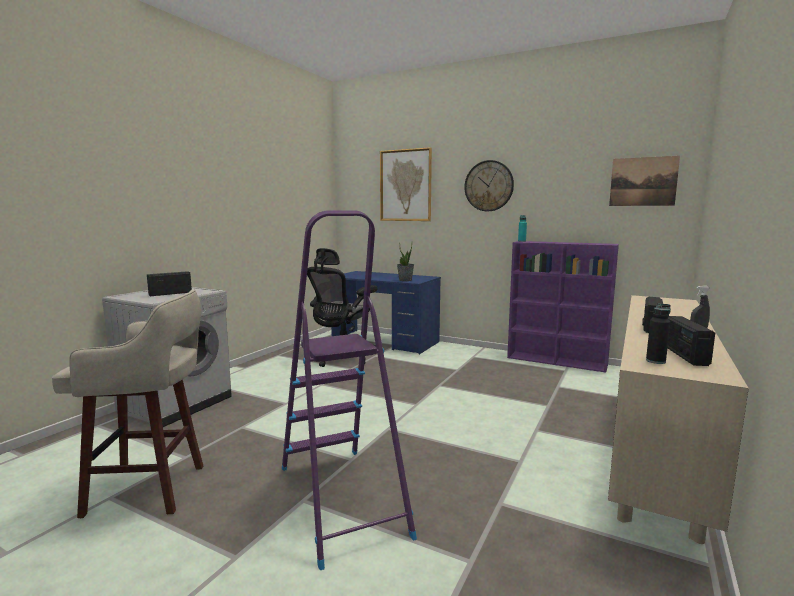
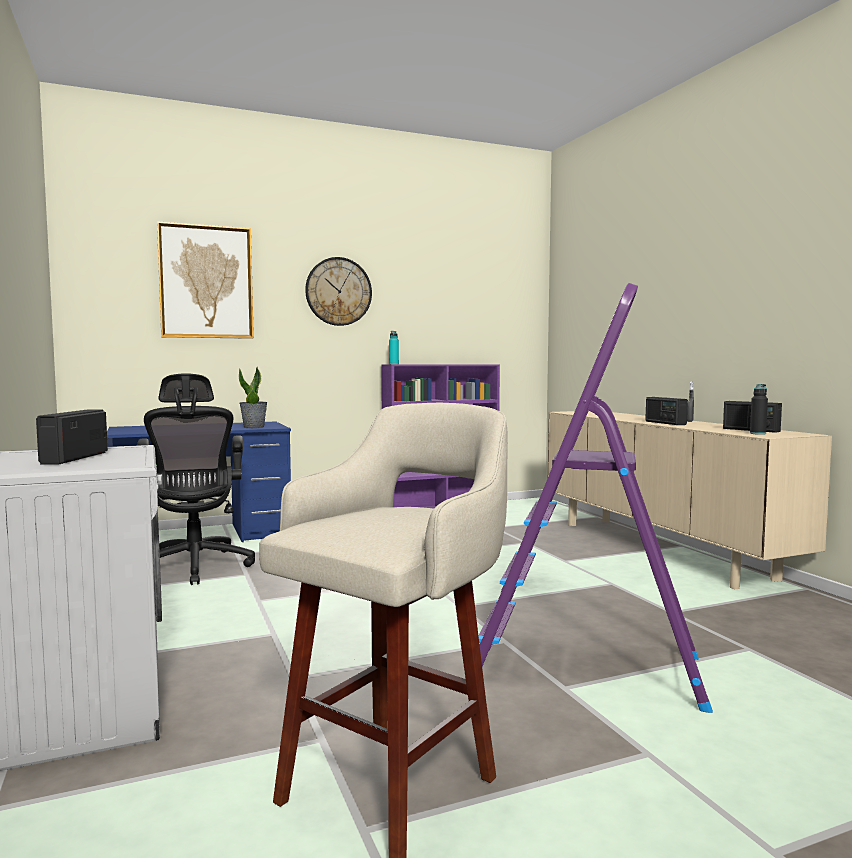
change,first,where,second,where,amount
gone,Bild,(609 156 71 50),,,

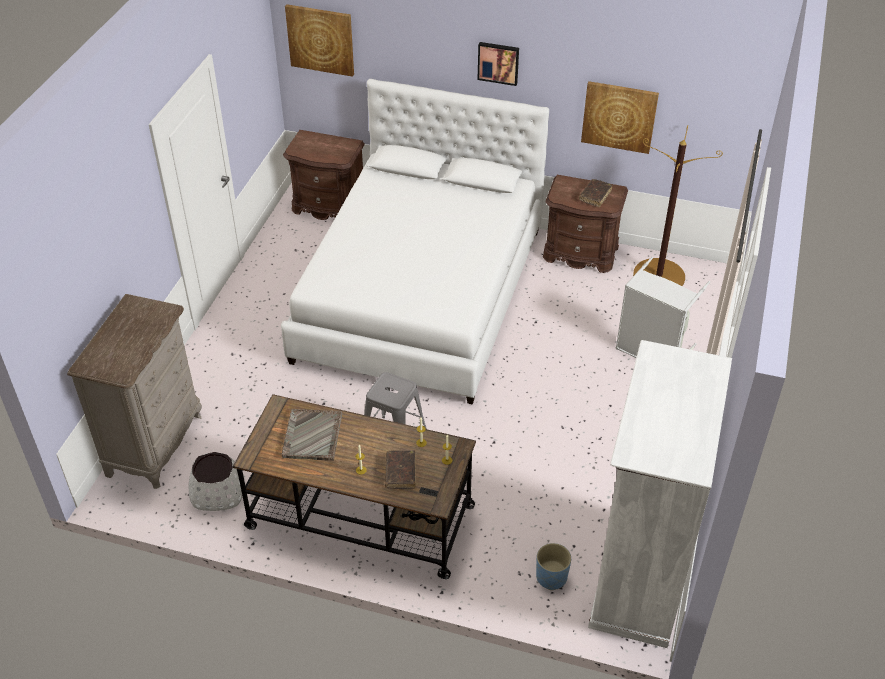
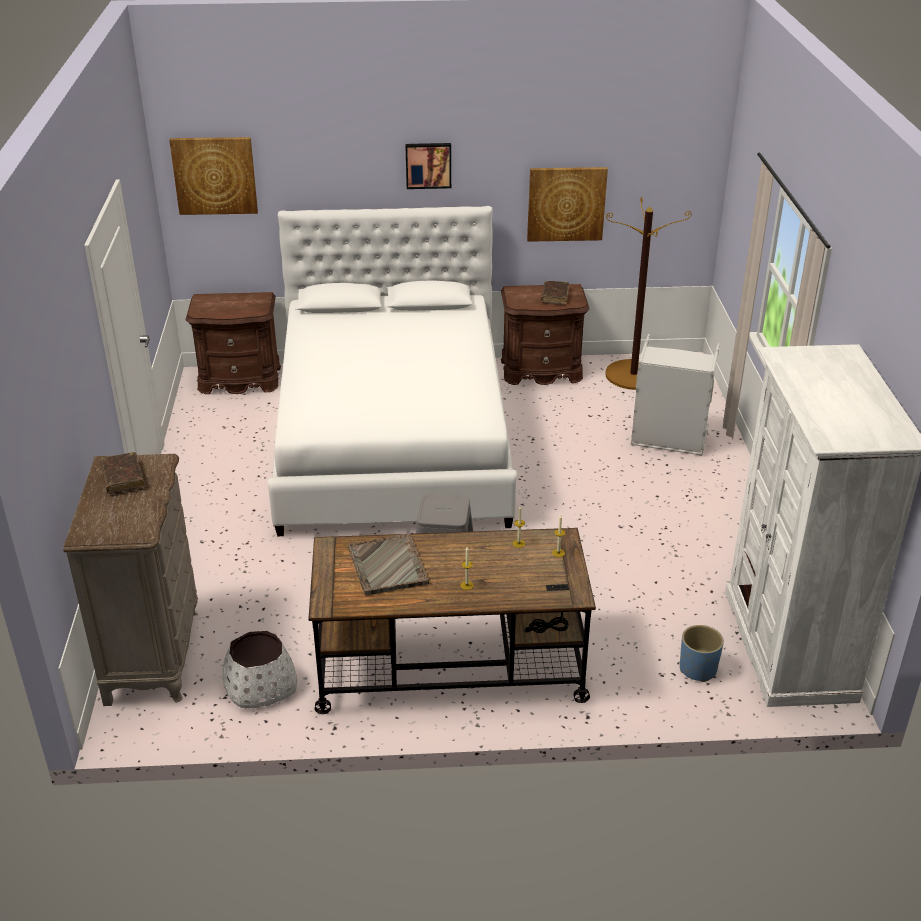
change,first,where,second,where,amount
shifted,Buch (braun),(385 450 31 39),,(100 452 45 42),

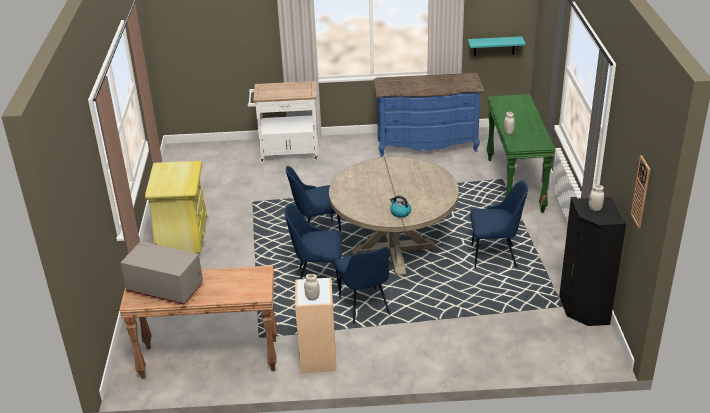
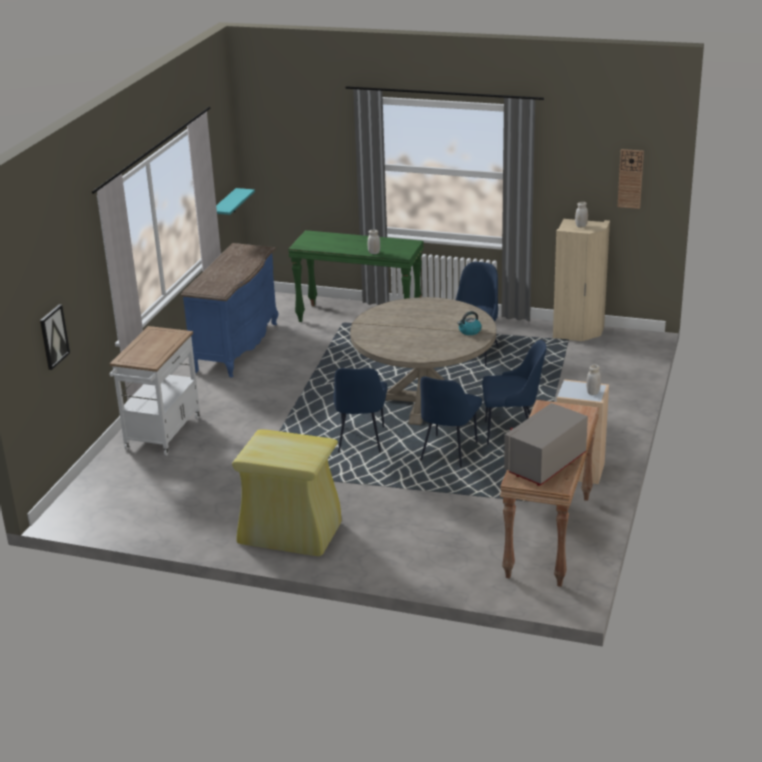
change,first,where,second,where,amount
repainted,Schrank (schwarz),(559 197 67 129),Schrank (beige),(553 219 57 122),
new,,,Bild,(40 304 30 66),

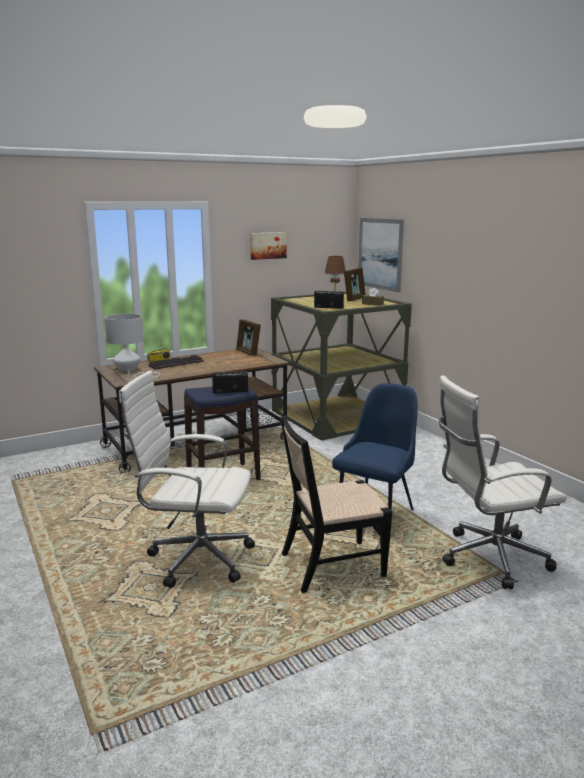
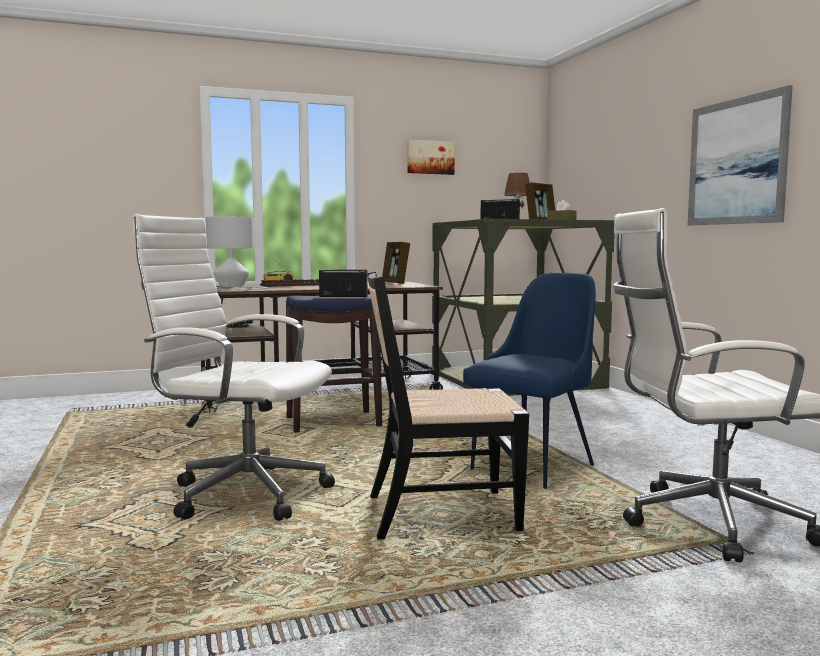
change,first,where,second,where,amount
shifted,Bild,(359 218 45 74),,(688 85 105 141),

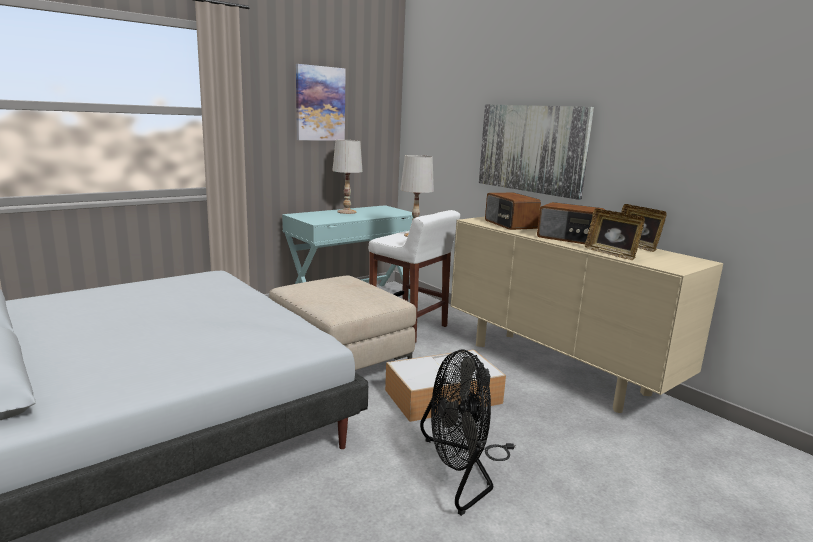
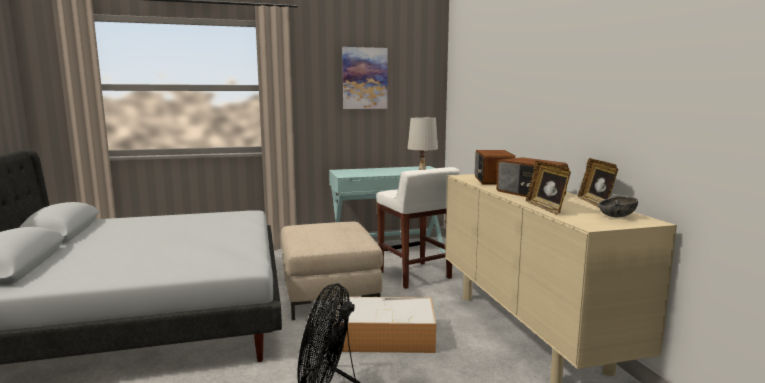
change,first,where,second,where,amount
gone,Tischlampe (weiß),(332 140 31 74),,,
gone,Bild,(479 104 115 96),,,
new,,,Schüssel (grau),(598 194 40 24),

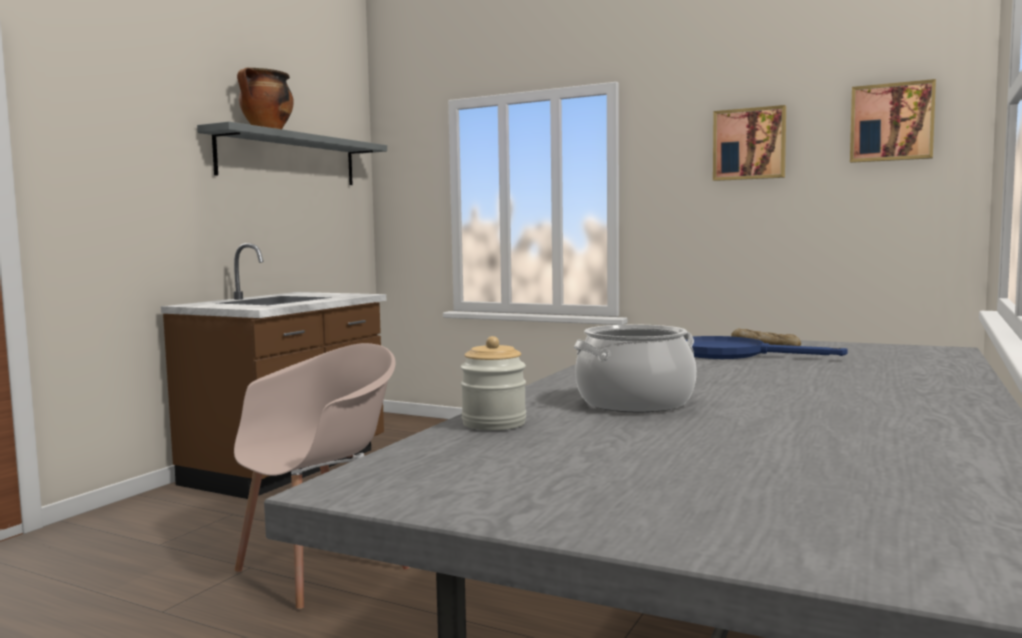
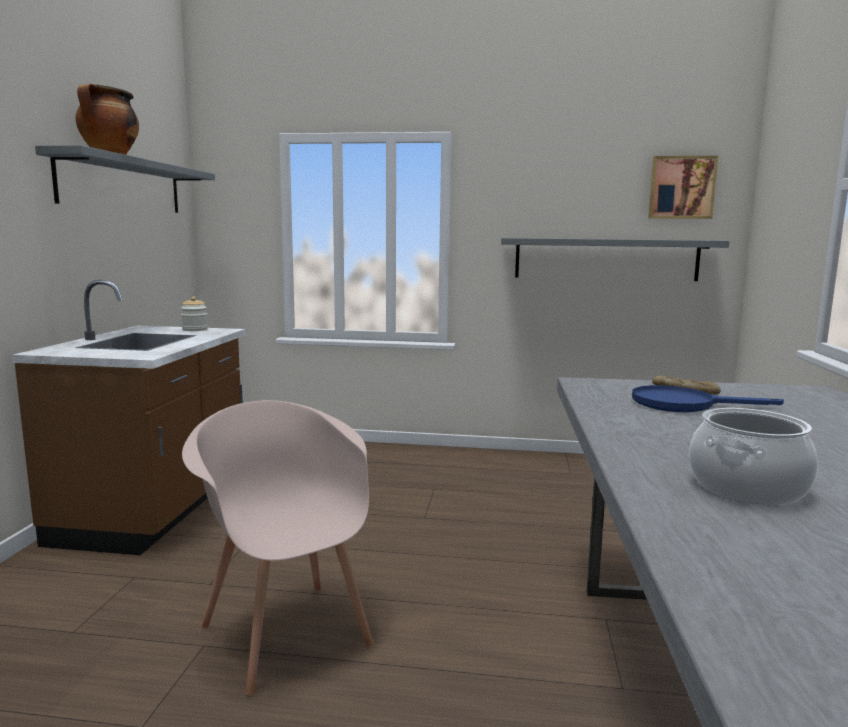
change,first,where,second,where,amount
rotated,Stuhl (beige),(234 343 175 266),,(182 400 191 295),60 degrees counterclockwise
shifted,Vorratsglas,(460 336 66 94),,(181 297 27 34),
gone,Bild,(713 105 73 76),,,
new,,,Wandregal (grau),(501 238 228 43),

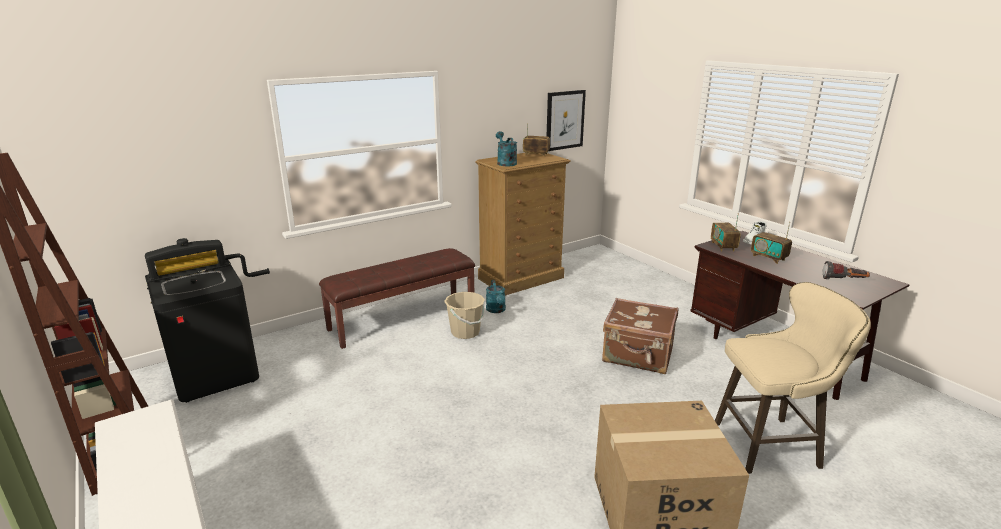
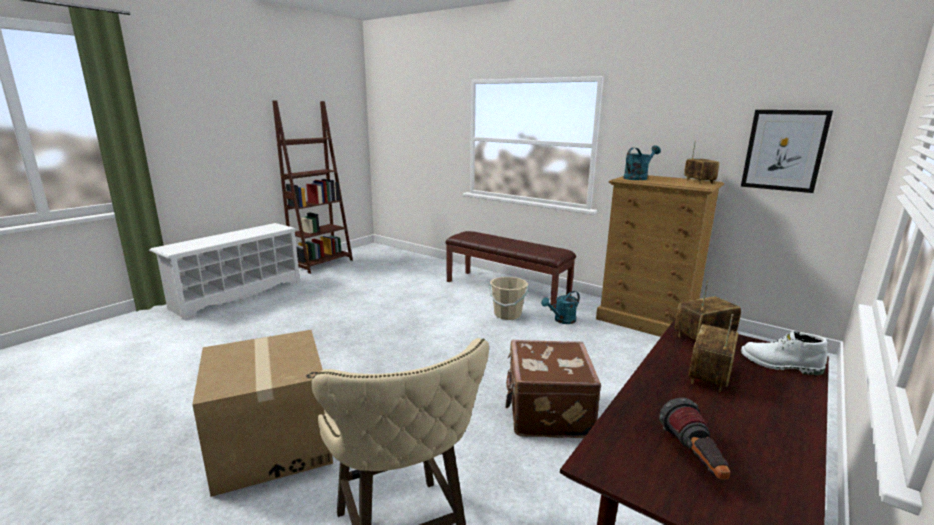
change,first,where,second,where,amount
gone,Waschmaschine (schwarz),(145 238 125 165),,,

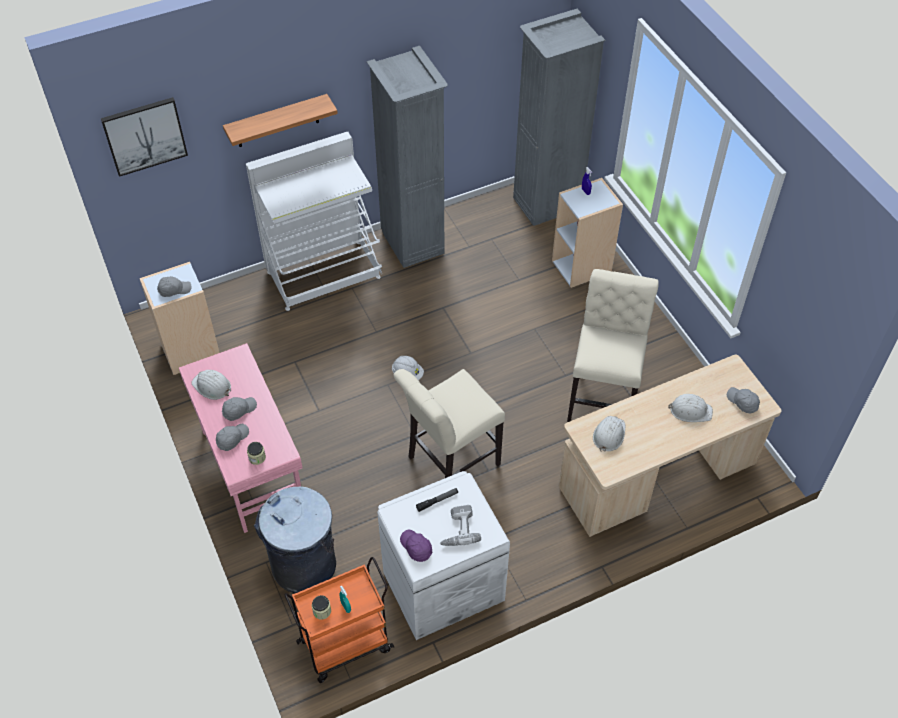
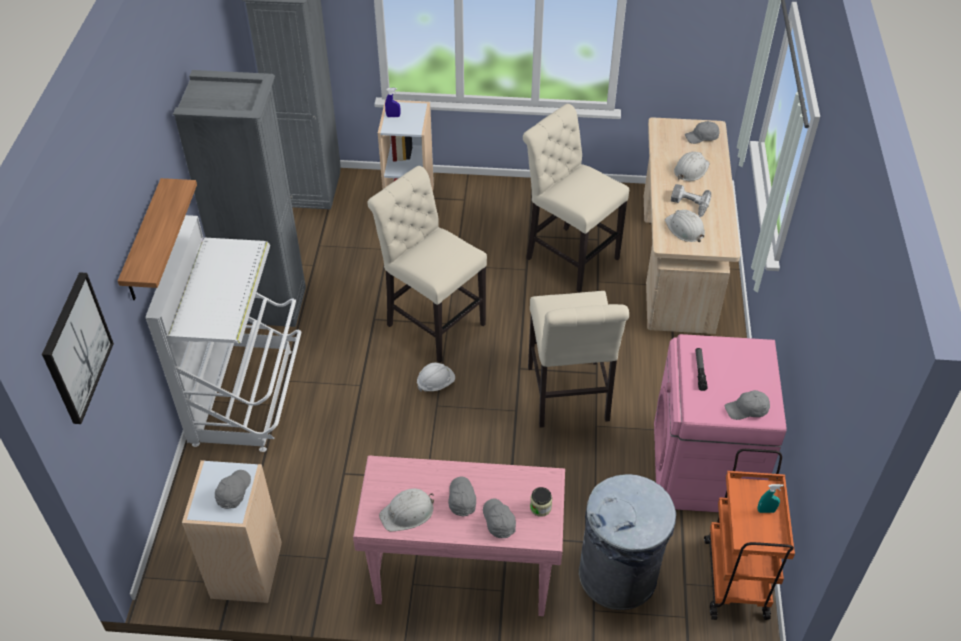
change,first,where,second,where,amount
gone,Vorratsglas,(312 595 19 25),,,
repainted,Waschmaschine (weiß),(377 471 133 169),Waschmaschine (rosa),(654 334 133 178),
repainted,Kappe (lila),(400 530 32 32),Kappe (grau),(725 390 45 30),
shifted,Bohrmaschine,(440 505 41 41),,(671 184 40 33),
new,,,Hocker (beige),(367 166 120 197),

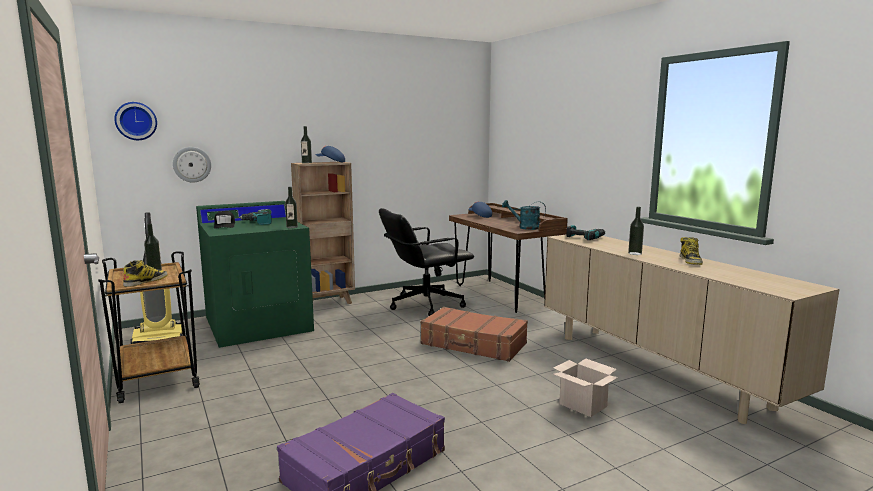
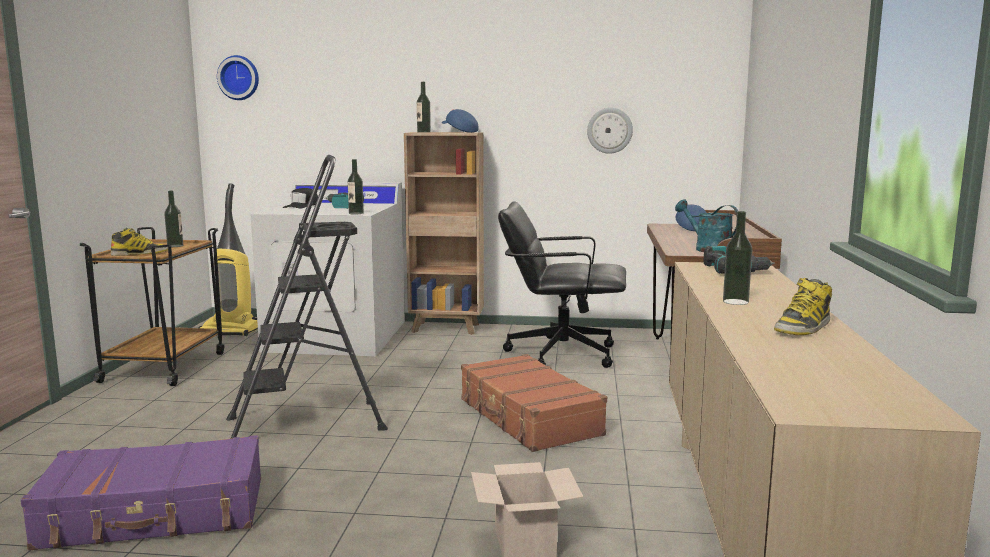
change,first,where,second,where,amount
shifted,Wanduhr,(173 147 38 36),,(587 108 46 46),
repainted,Waschmaschine (grün),(196 201 118 147),Waschmaschine (weiß),(250 182 155 174),
new,,,Trittleiter,(226 155 162 284),

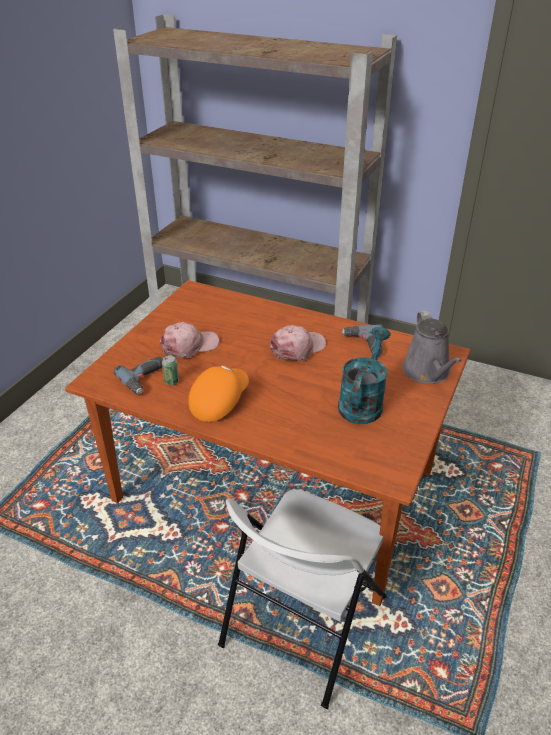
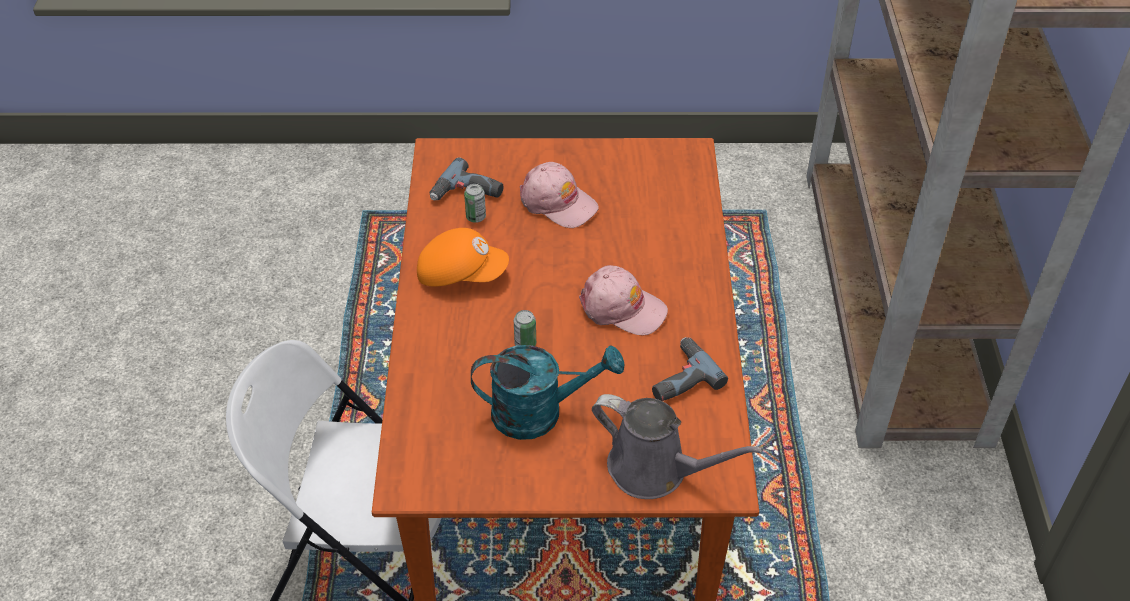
change,first,where,second,where,amount
rotated,Gießkanne (grau),(402 311 59 73),,(592 394 171 105),120 degrees counterclockwise
new,,,Dose,(514 310 22 36),

